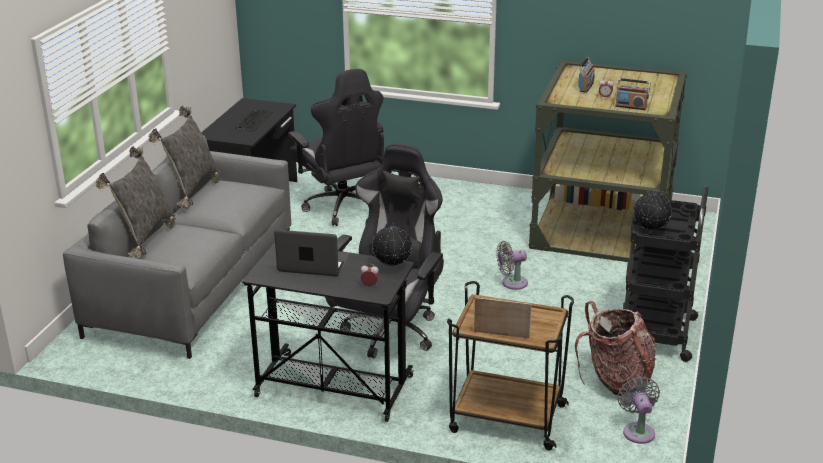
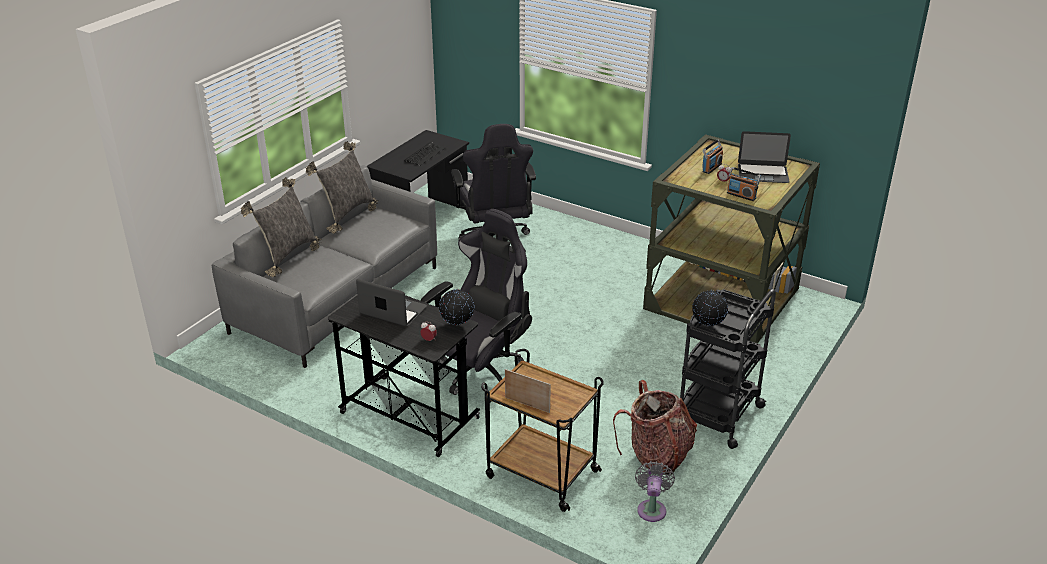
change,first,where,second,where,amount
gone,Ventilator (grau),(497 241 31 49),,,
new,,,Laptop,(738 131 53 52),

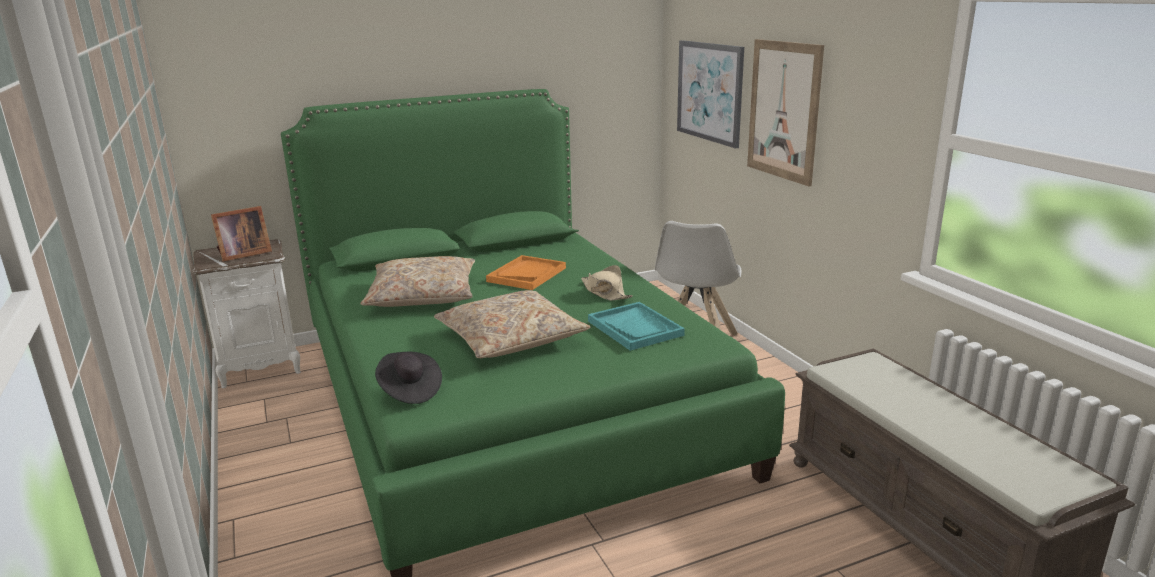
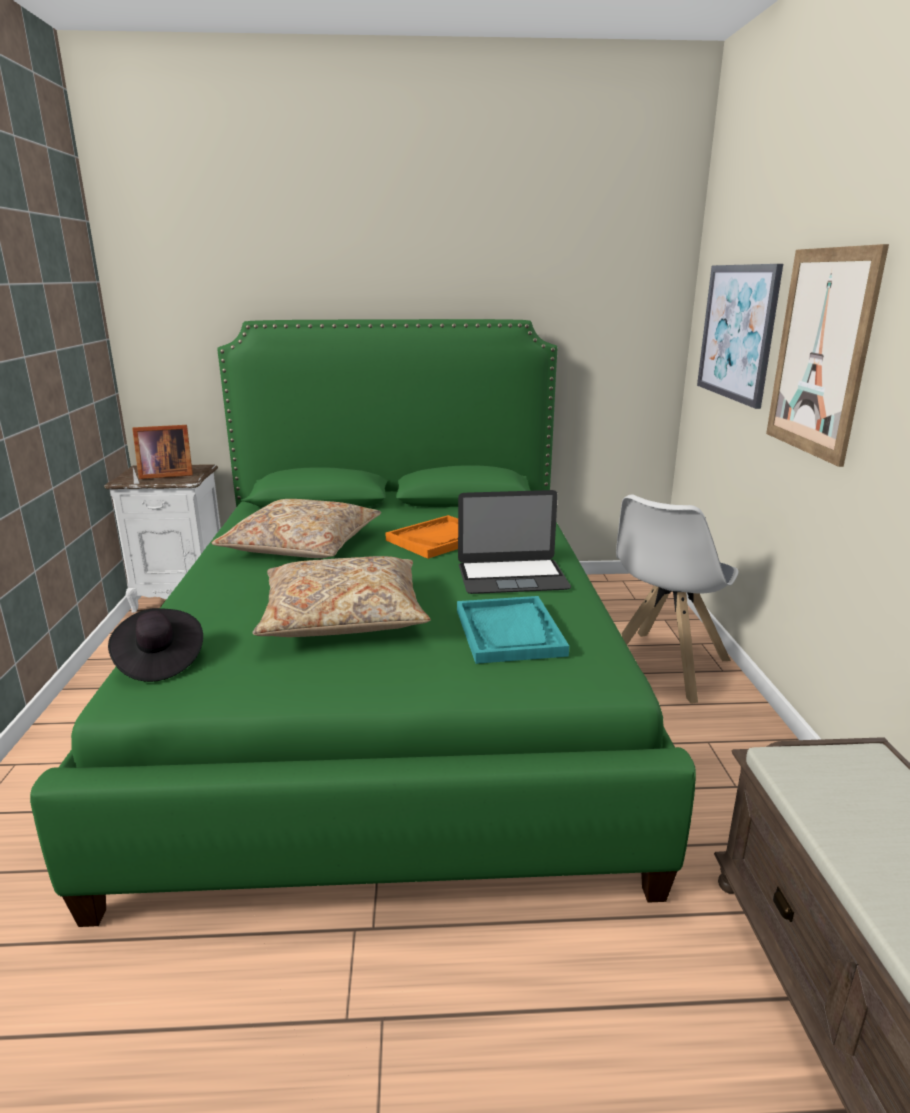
change,first,where,second,where,amount
swapped,Hut (beige),(581 265 52 36),Laptop,(458 490 113 104),

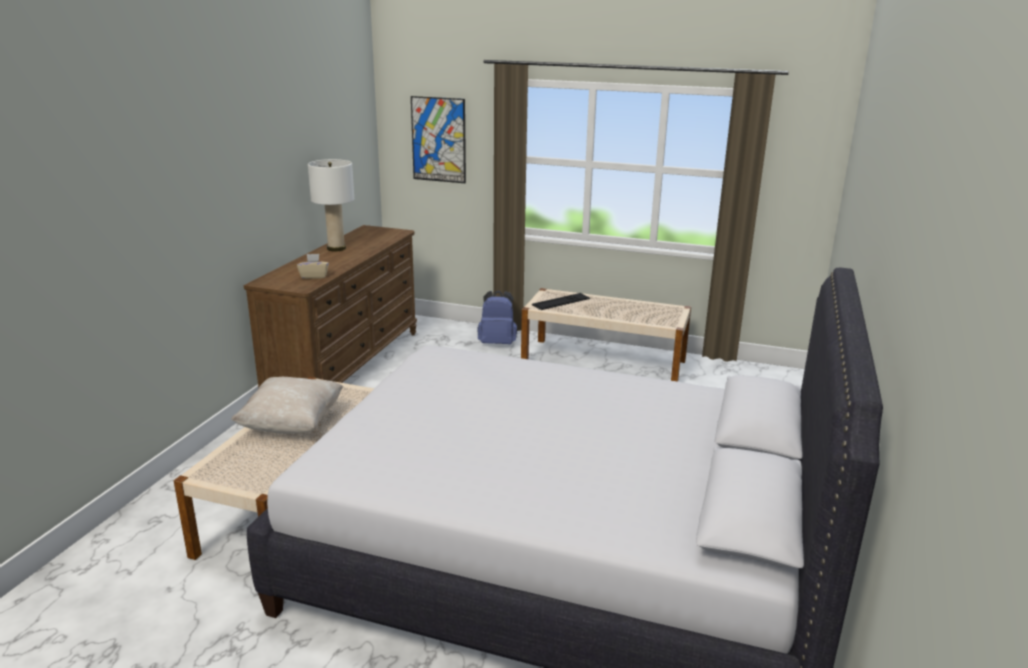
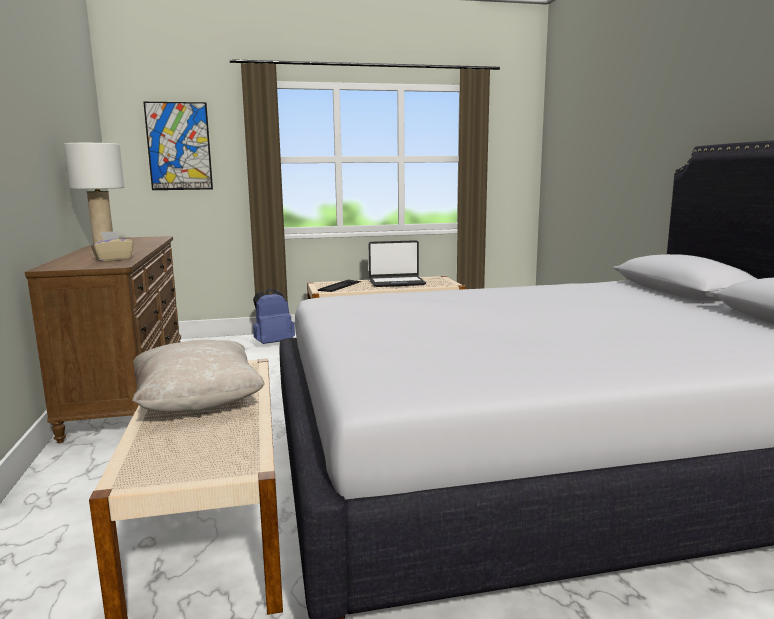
change,first,where,second,where,amount
new,,,Laptop,(369 240 57 47),

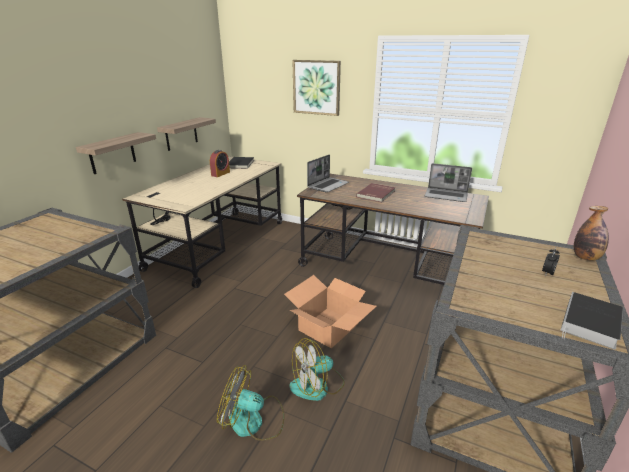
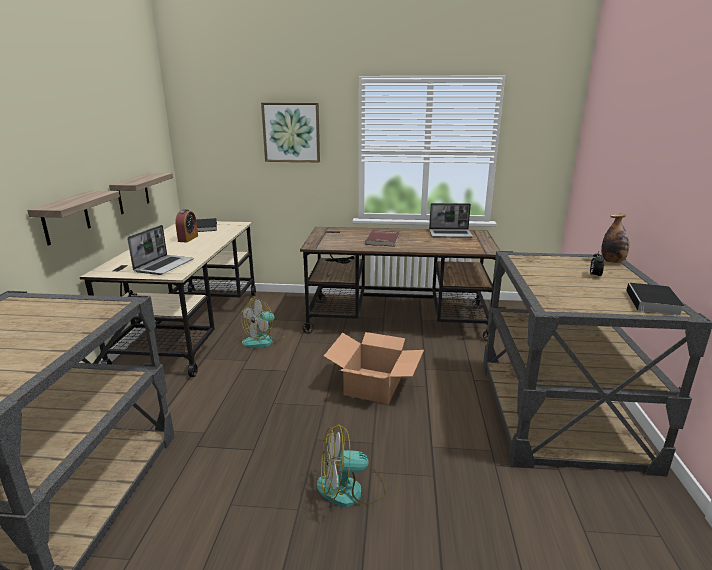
change,first,where,second,where,amount
shifted,Ventilator,(289 338 56 63),,(241 298 43 49),
shifted,Laptop,(307 155 42 37),,(127 225 67 50),

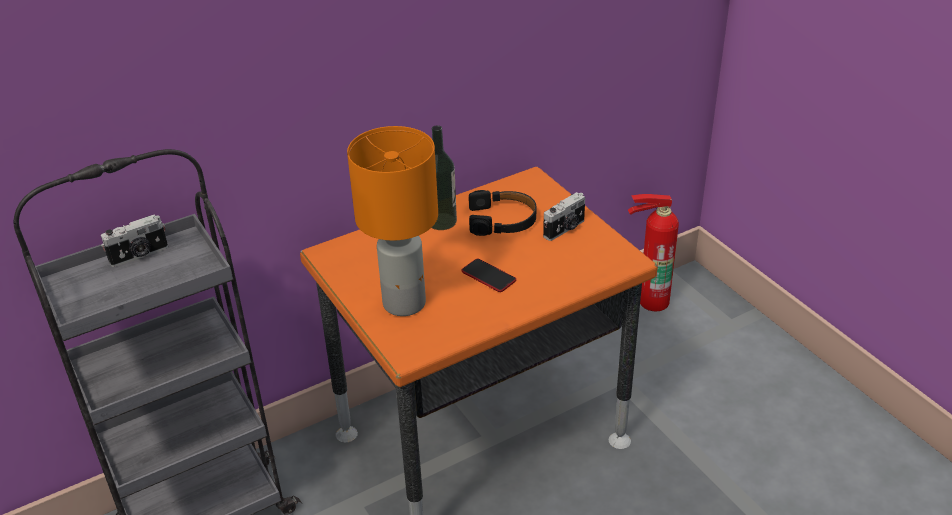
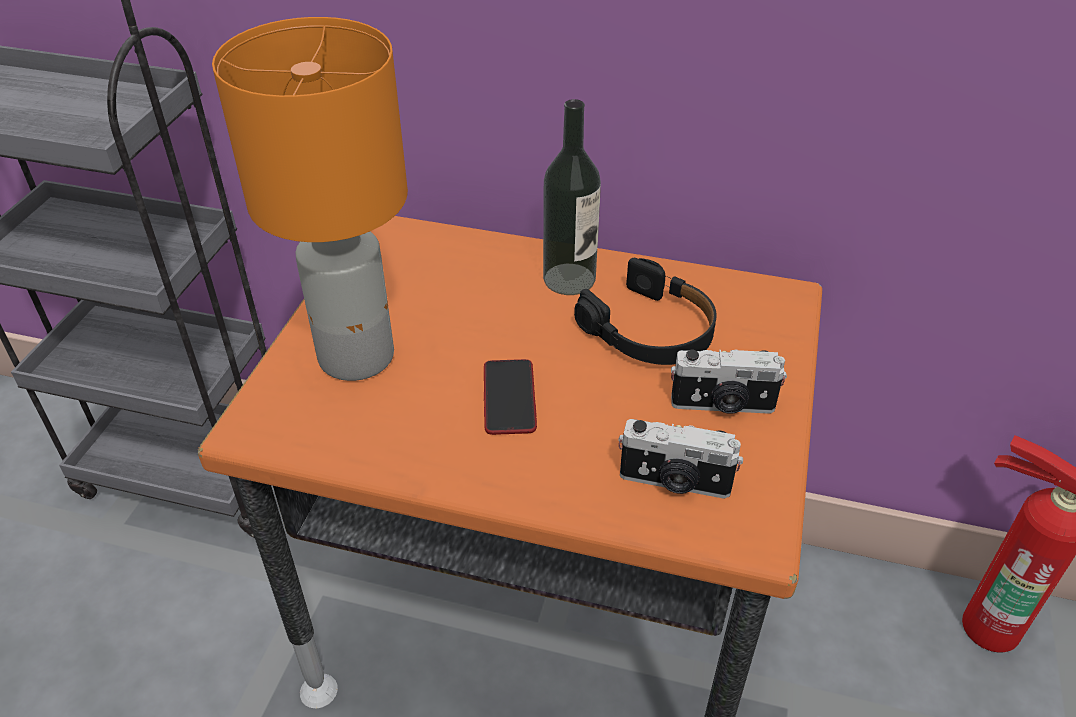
change,first,where,second,where,amount
shifted,Kamera,(101 214 67 53),,(618 419 125 80),

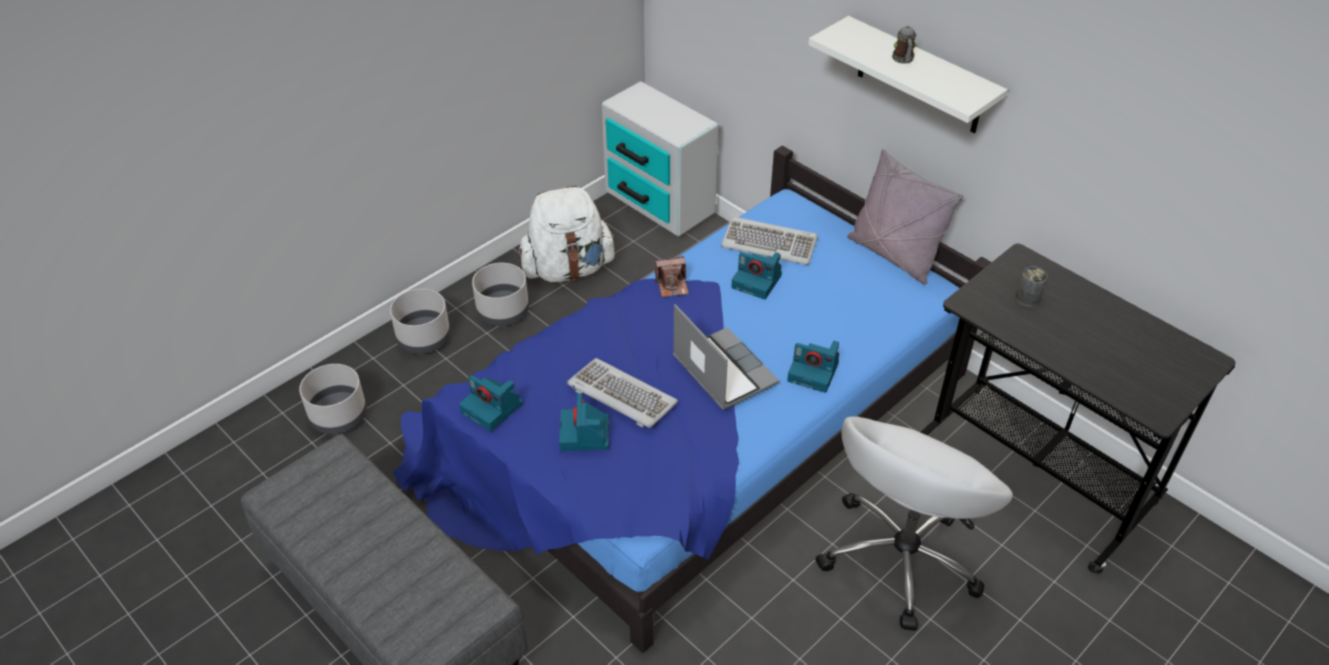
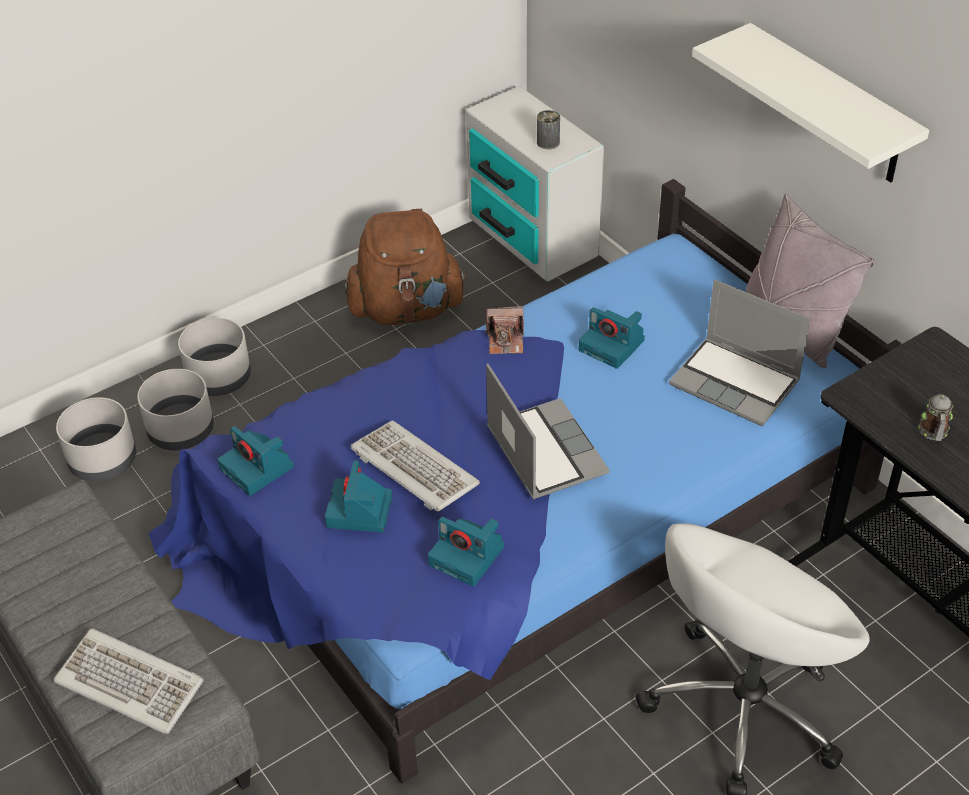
change,first,where,second,where,amount
shifted,Pflanzkübel (grau),(472 263 57 63),,(137 369 77 81),
repainted,Rucksack (weiß),(519 186 97 96),Rucksack (braun),(345 209 121 116),
shifted,Tastatur,(721 217 97 48),,(53 628 151 106),
shifted,Kamera,(787 341 52 52),,(428 517 76 69),
shifted,Henkelbecher,(892 26 24 38),,(918 394 35 47),
shifted,Dose,(1016 267 32 40),,(537 110 23 39),
new,,,Laptop,(669 279 142 147),

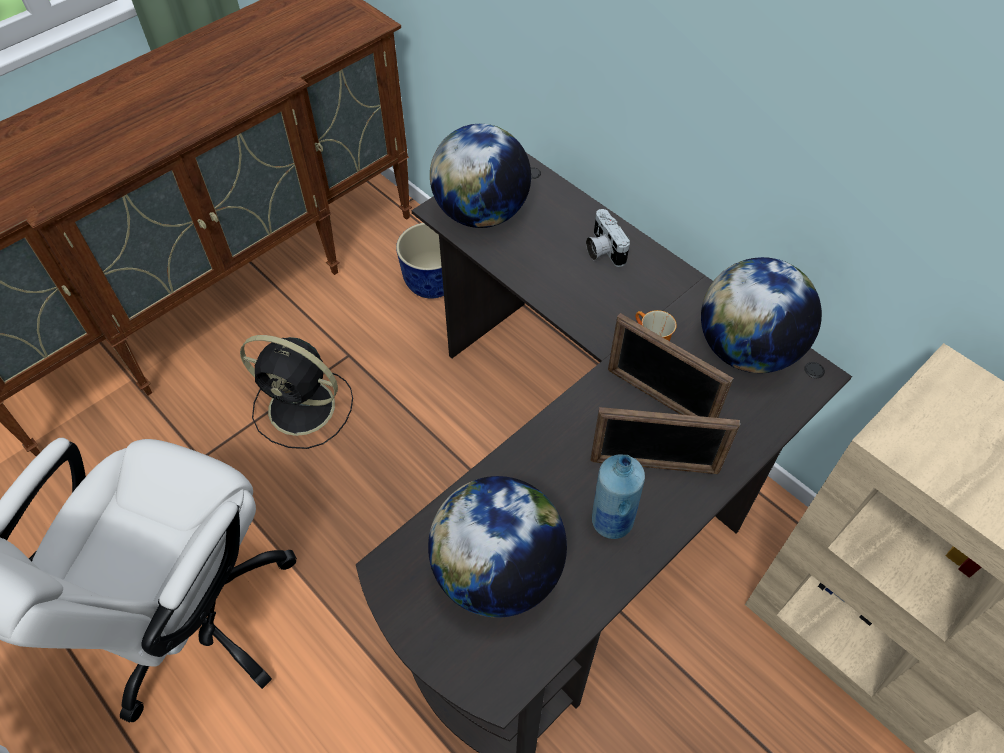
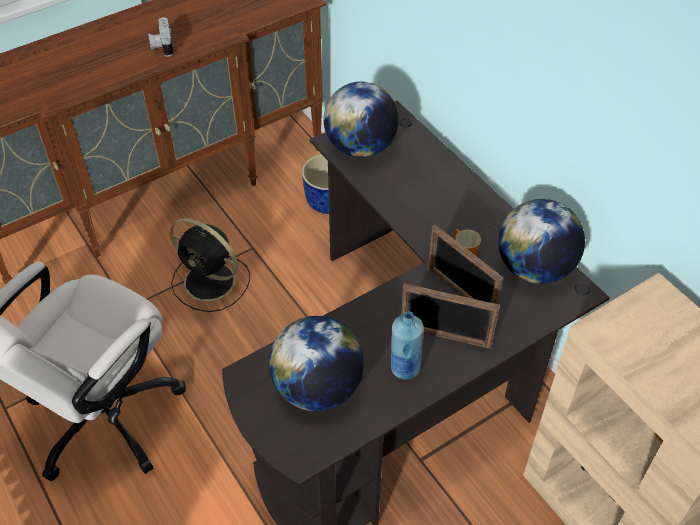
change,first,where,second,where,amount
shifted,Kamera,(586 209 44 58),,(148 17 25 40),

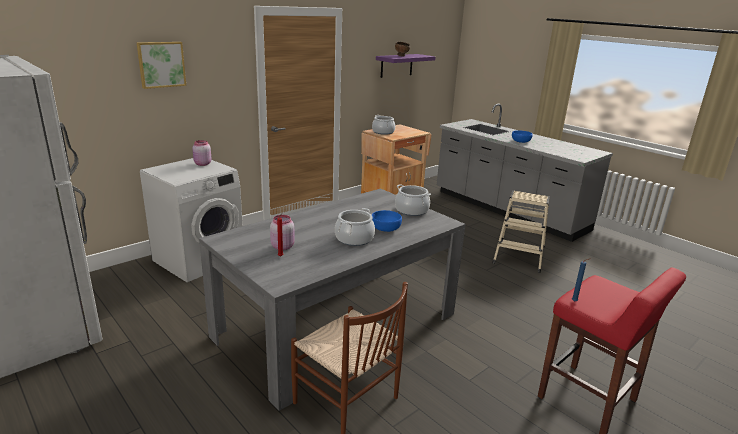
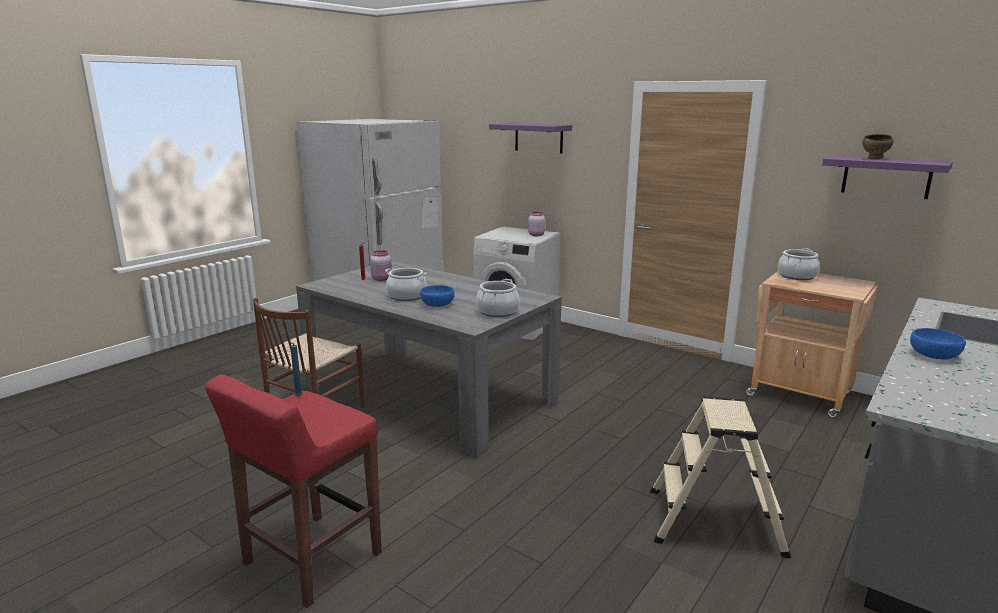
change,first,where,second,where,amount
swapped,Bild,(137 42 49 47),Wandregal (lila),(489 123 83 30),

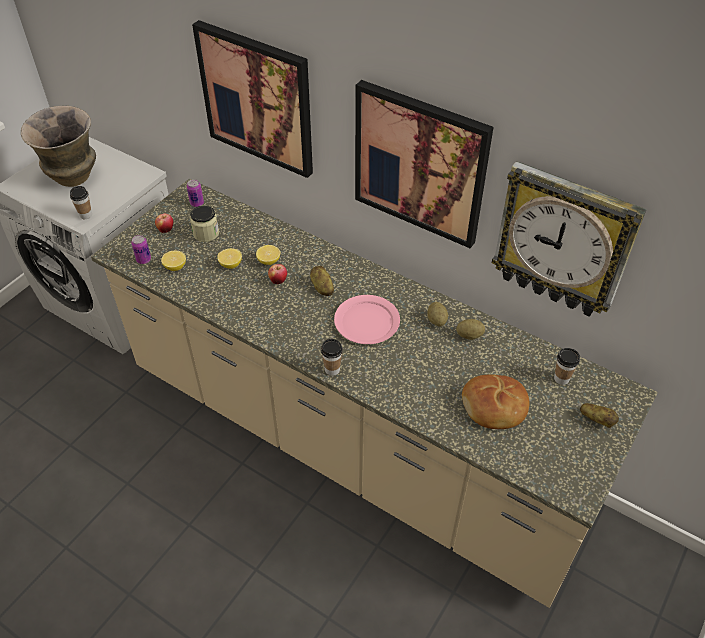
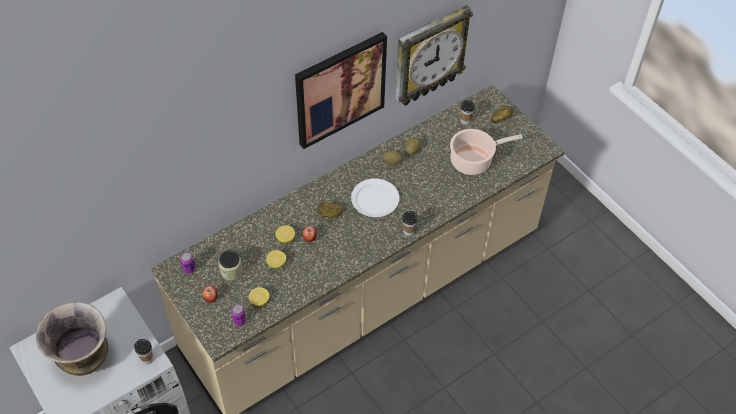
change,first,where,second,where,amount
gone,Bild,(192 20 121 158),,,
repainted,Teller (rosa),(334 295 66 49),Teller (weiß),(351 178 49 39),
swapped,Brot,(462 374 67 55),Kochtopf,(450 129 73 46),

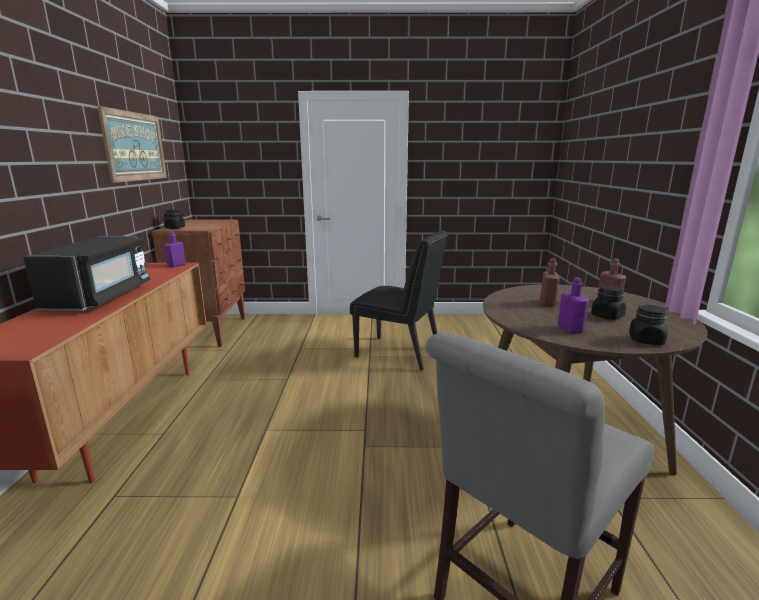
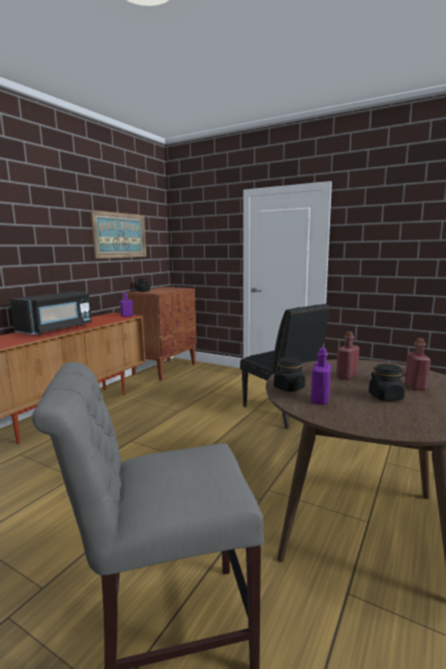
change,first,where,second,where,amount
shifted,Vorratsglas (schwarz),(629 305 39 40),,(274 357 31 35),

